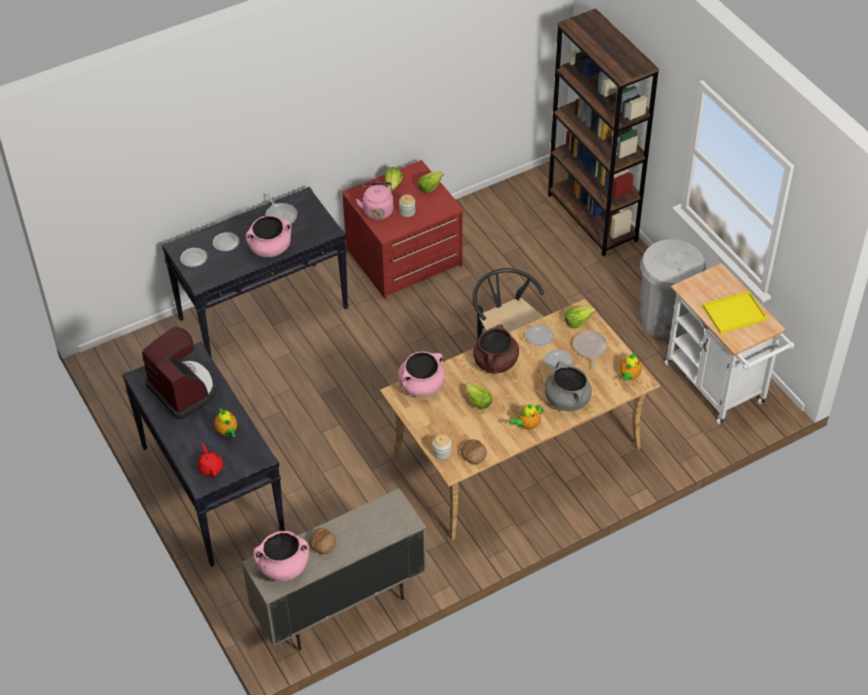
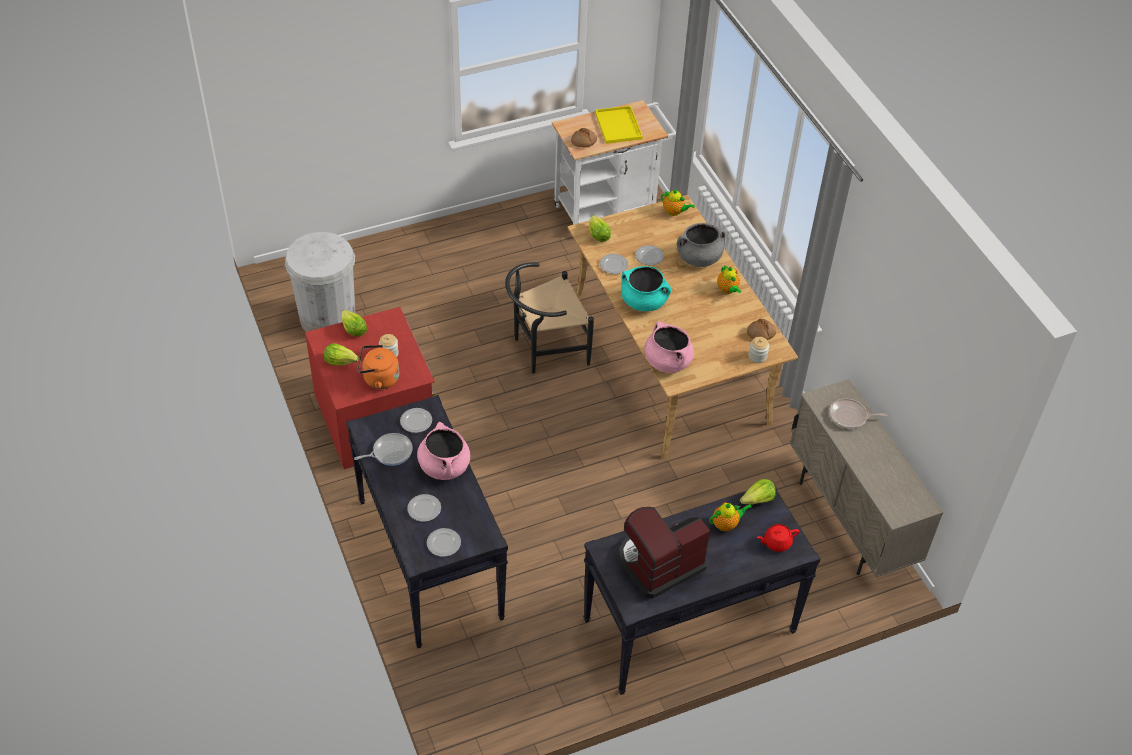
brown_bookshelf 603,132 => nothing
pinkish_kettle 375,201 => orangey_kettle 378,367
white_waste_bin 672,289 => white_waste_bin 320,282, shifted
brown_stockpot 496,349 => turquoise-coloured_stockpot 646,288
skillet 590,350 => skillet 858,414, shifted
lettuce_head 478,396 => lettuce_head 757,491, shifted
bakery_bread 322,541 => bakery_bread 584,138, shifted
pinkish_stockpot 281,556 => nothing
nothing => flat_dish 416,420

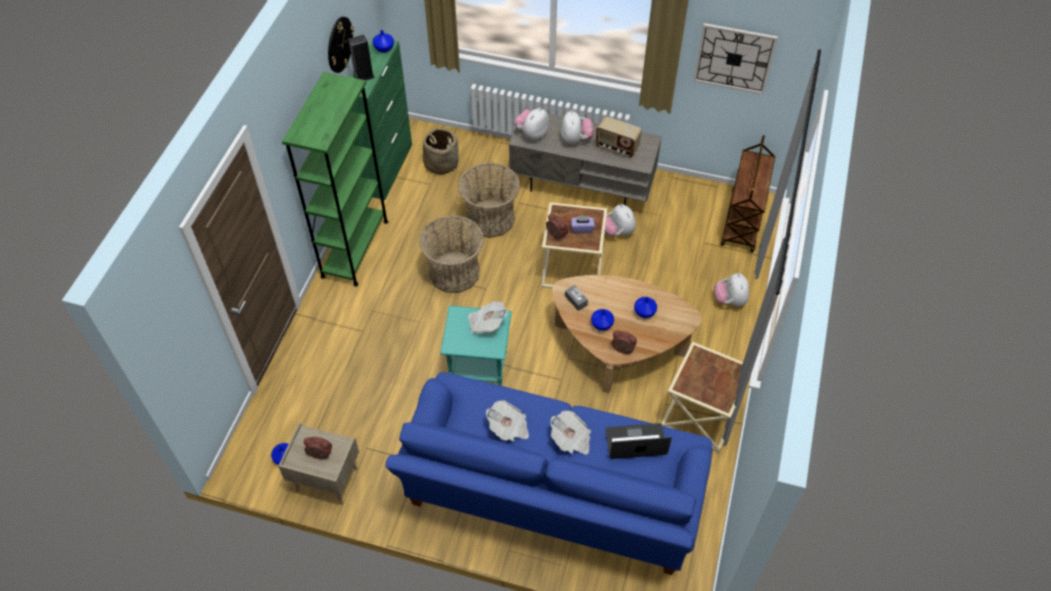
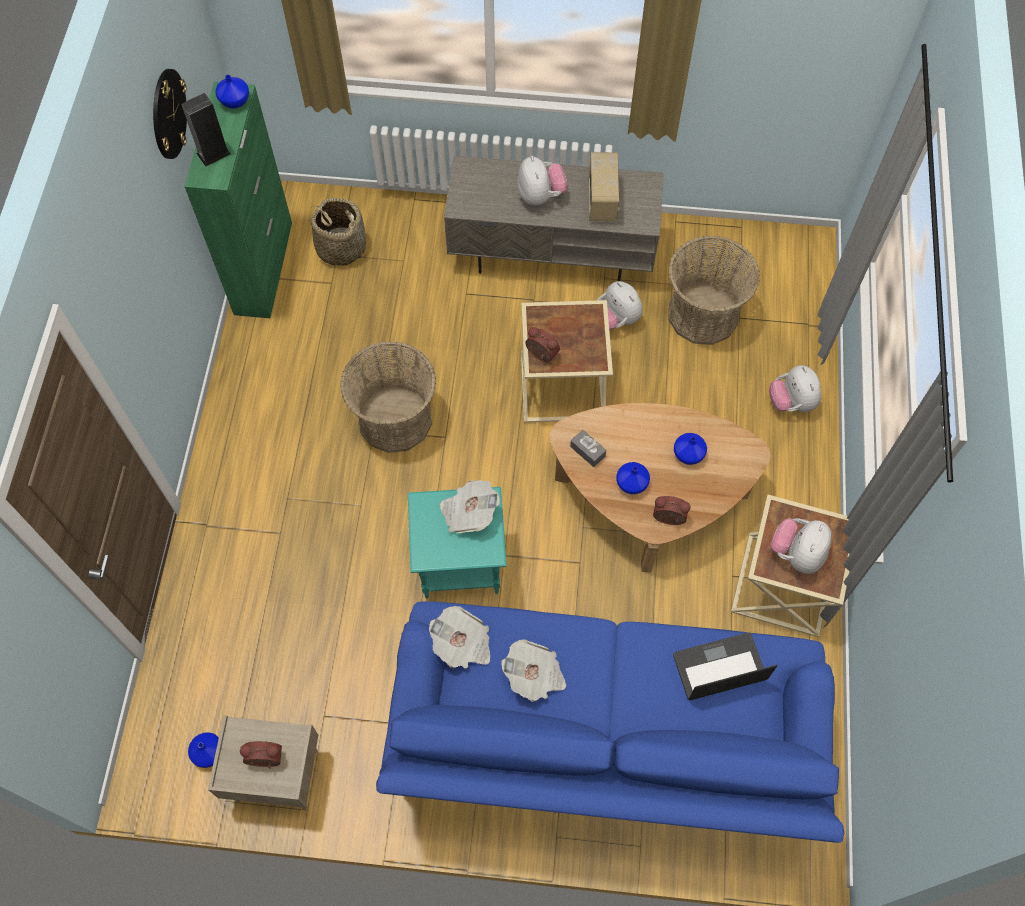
clock_on_the_wall 736,58 => nothing
greenish_bookshelf 335,179 => nothing
soft_toy 531,124 => soft_toy 801,546, shifted
radio 619,137 => radio 604,186, 105 degrees counterclockwise
brown_trolley 748,193 => nothing
storage_basket 489,200 => storage_basket 714,290, shifted
purple-coloured_tissue_holder 583,224 => nothing
printed_paper 570,432 => printed_paper 459,637, shifted

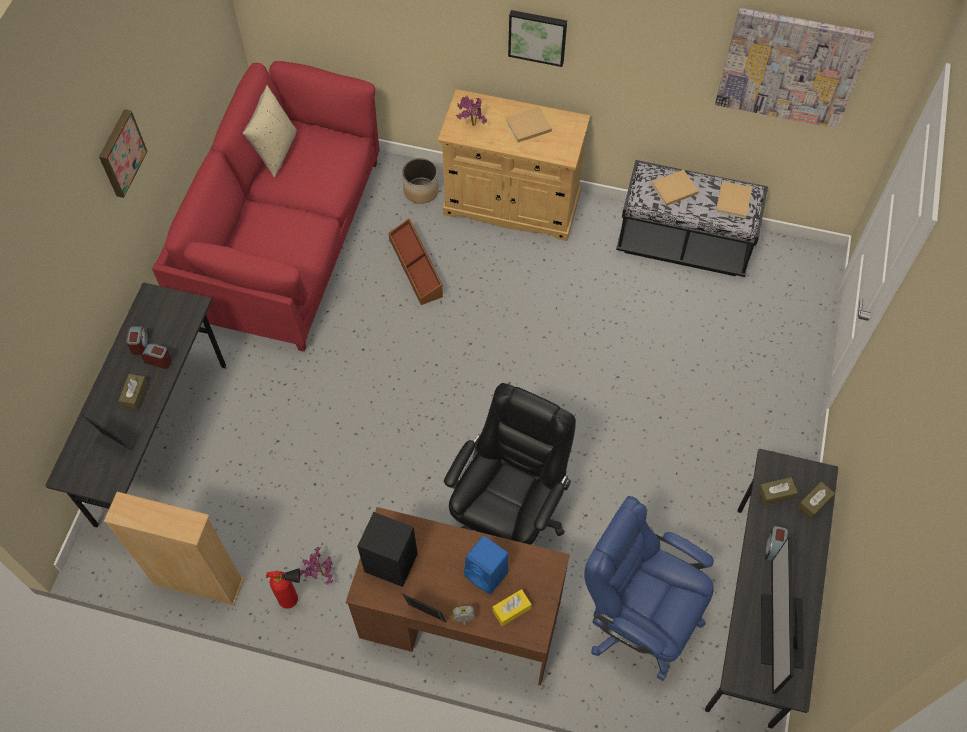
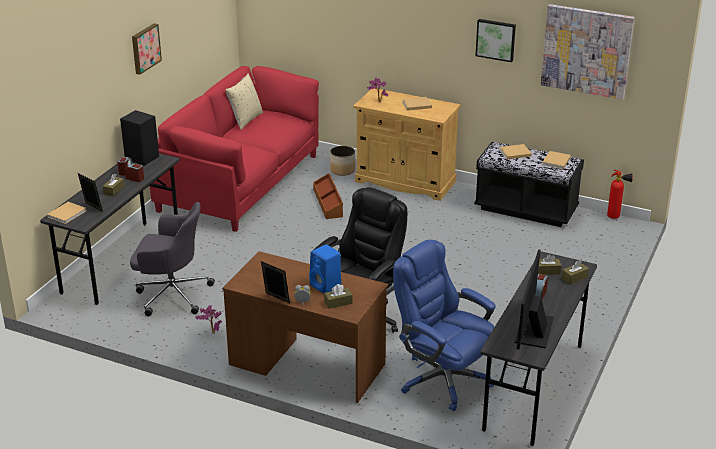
picture 537,38 => picture 495,40, shifted
beige-coloured_bookshelf 174,548 => nothing
blackish_loudspeaker 387,549 => blackish_loudspeaker 139,138, shifted
fire_extinguisher 283,588 => fire_extinguisher 620,194, shifted
yellow-coloured_tissue_holder 512,607 => brown_tissue_holder 338,296
nothing => beige-coloured_book 66,213
nothing => greyish_computer_chair 172,259

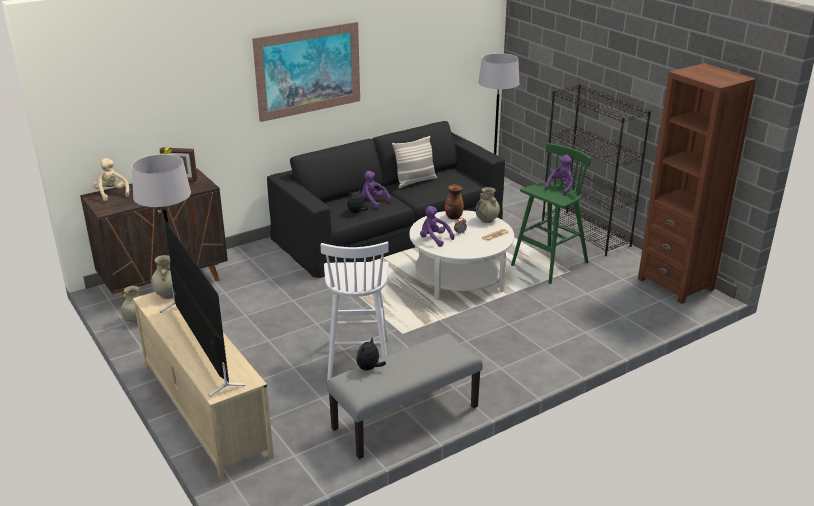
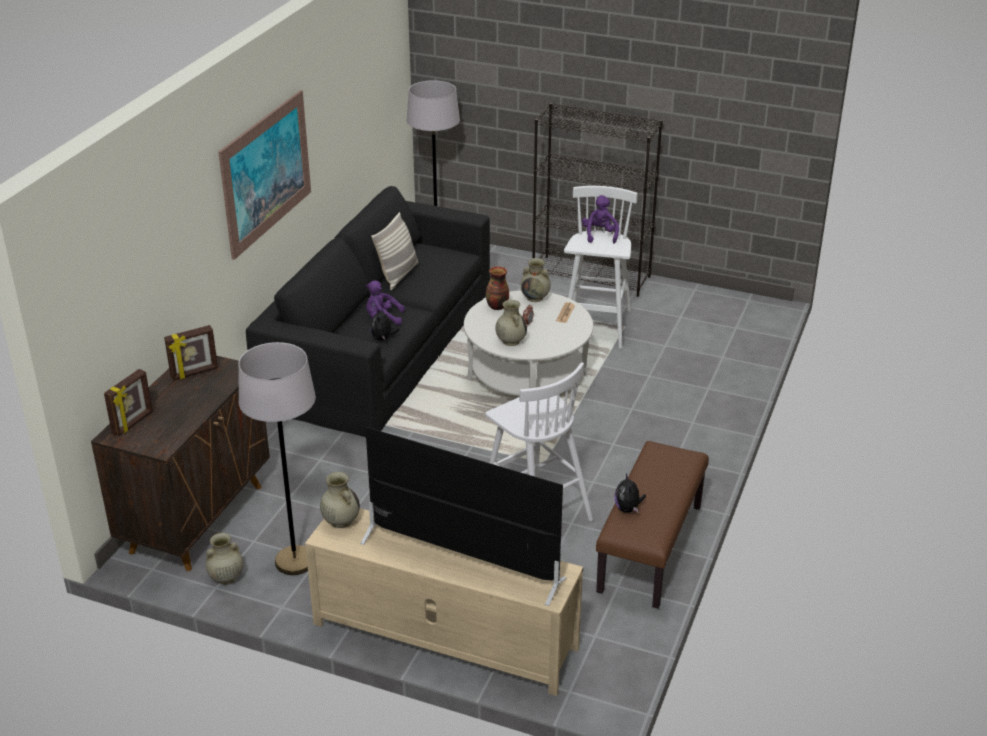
brown_bookshelf 697,183 => nothing
greenish_stool 551,213 => white_stool 601,267
beige-coloured_soft_toy 110,179 => standing_frame 128,402
purple-coloured_soft_toy 437,226 => beige-coloured_flower_vase 511,323
greyish_indoor_bench 404,396 => brown_indoor_bench 652,525

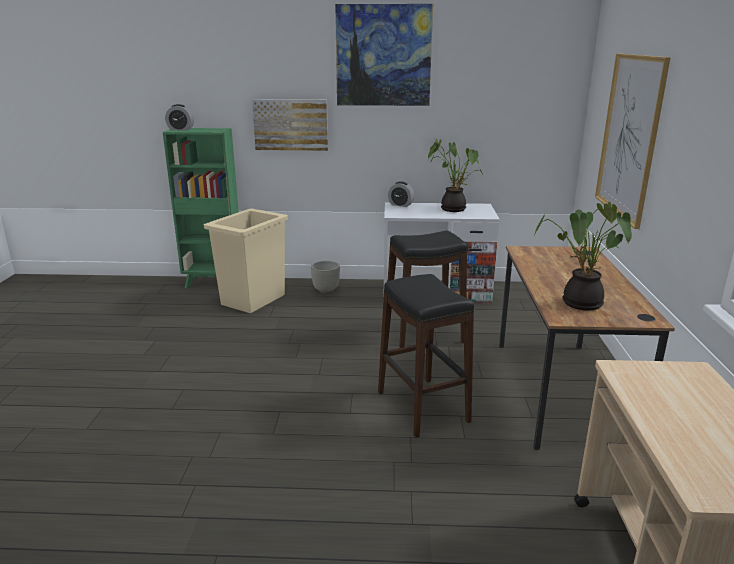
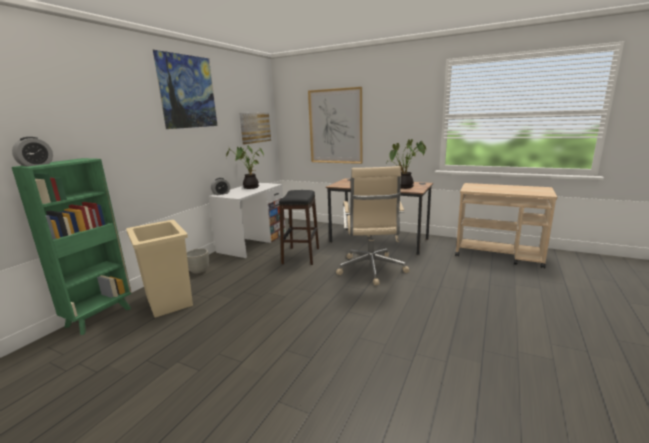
picture 290,125 => picture 255,128, shifted
blackish_stool 426,356 => beige-coloured_computer_chair 373,225

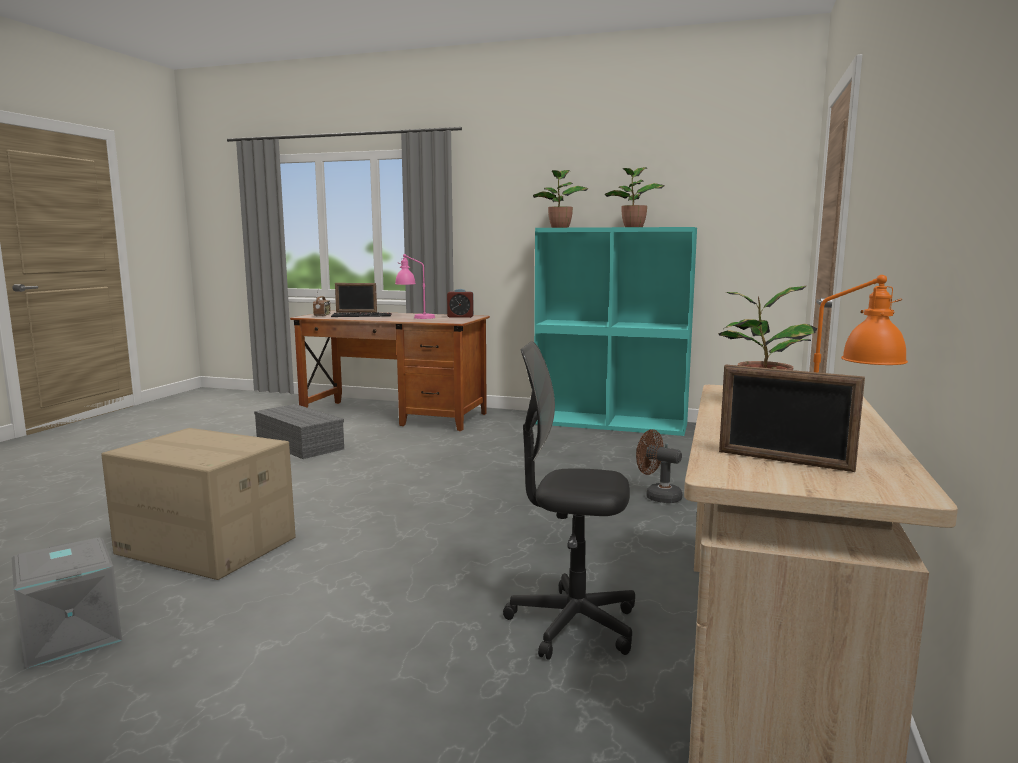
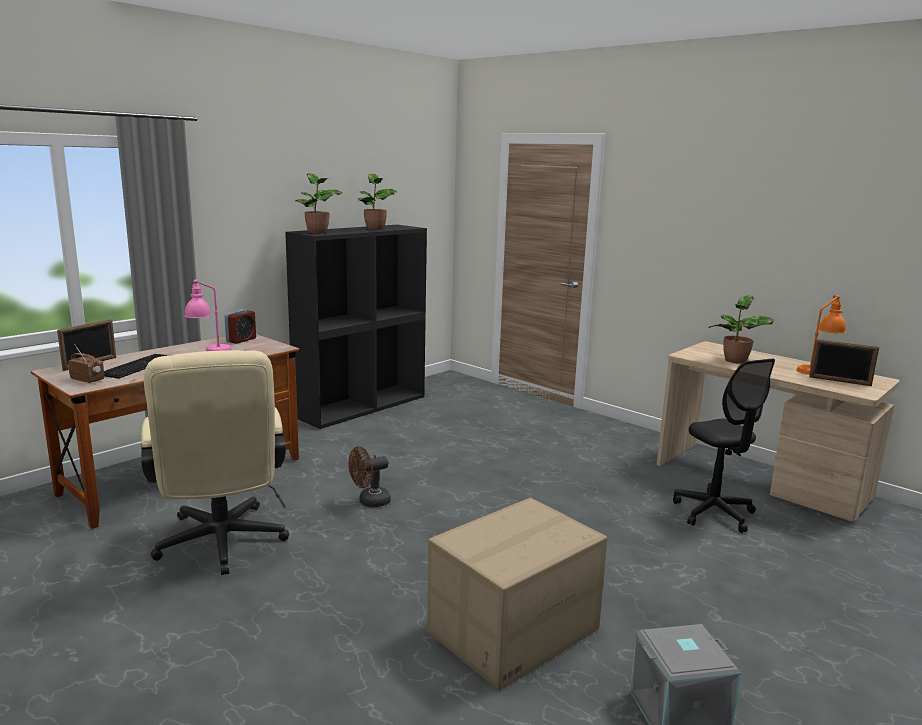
turquoise-coloured_bookshelf 615,331 => blackish_bookshelf 356,327
blackish_computer_chair 569,500 => blackish_computer_chair 724,446, 60 degrees counterclockwise
standing_frame 792,418 => standing_frame 844,362, 60 degrees clockwise
greyish_storage_container 299,431 => beige-coloured_computer_chair 215,462
brown_fan 659,466 => brown_fan 369,477, shifted

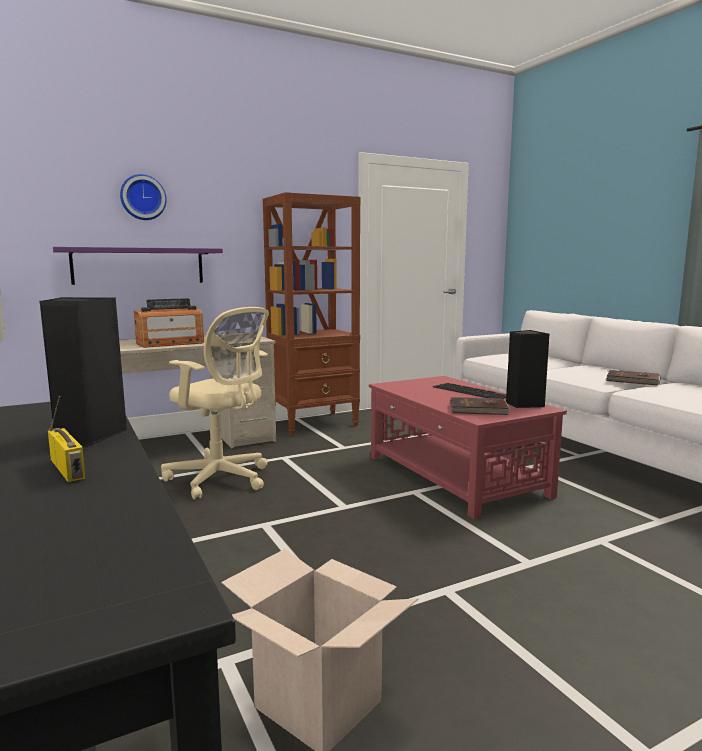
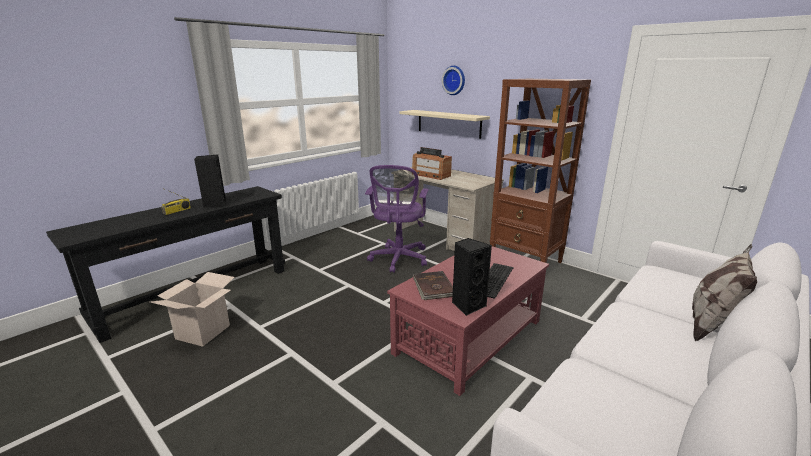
purple-coloured_bracket_shelf 138,266 => beige-coloured_bracket_shelf 444,124
beige-coloured_computer_chair 215,403 => purple-coloured_computer_chair 397,219
brown_book 633,378 => nothing
nothing => throw_pillow 724,292

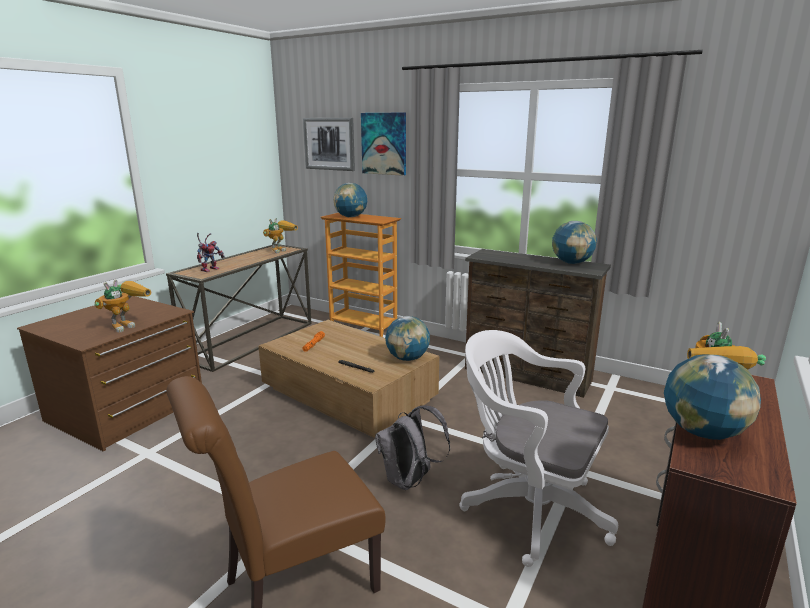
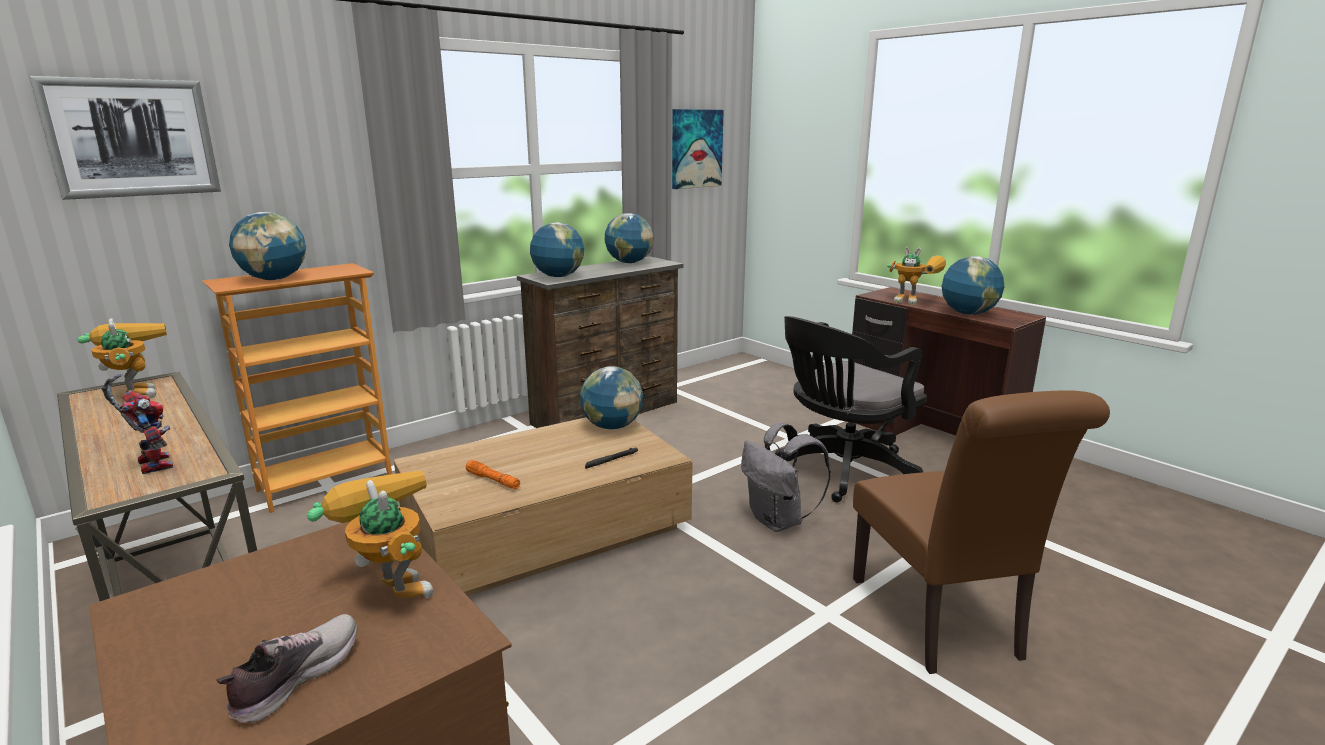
picture 383,144 => picture 698,149, shifted
white_computer_chair 538,448 => blackish_computer_chair 851,409
nothing => world_globe 557,249
nothing => shoe 287,668

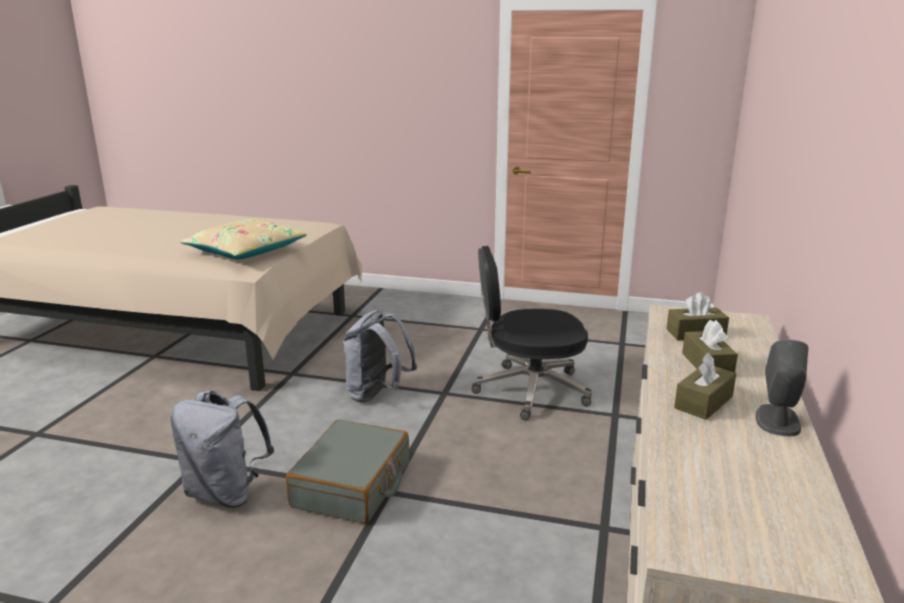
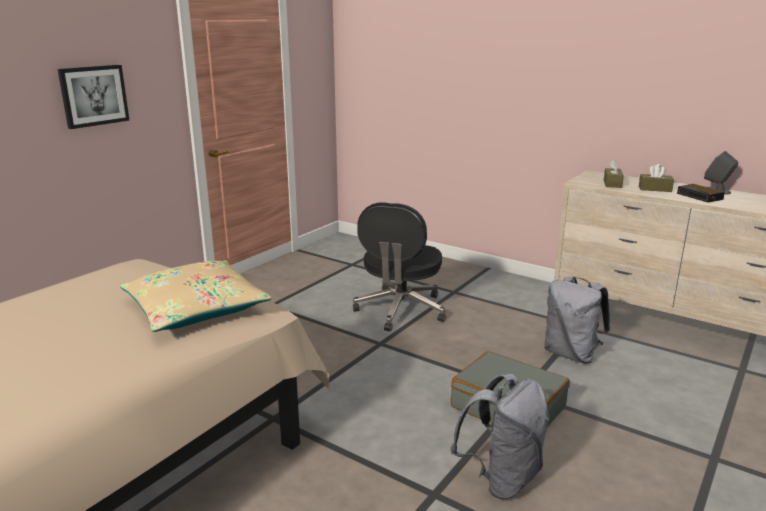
greyish_knapsack 380,356 => greyish_knapsack 577,320, shifted
brown_tissue_holder 705,386 => bedside_clock 701,193
nothing => picture 94,97

